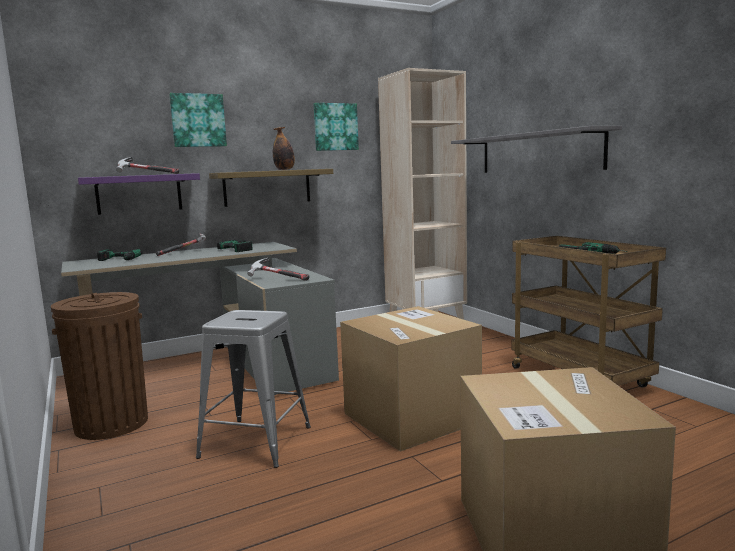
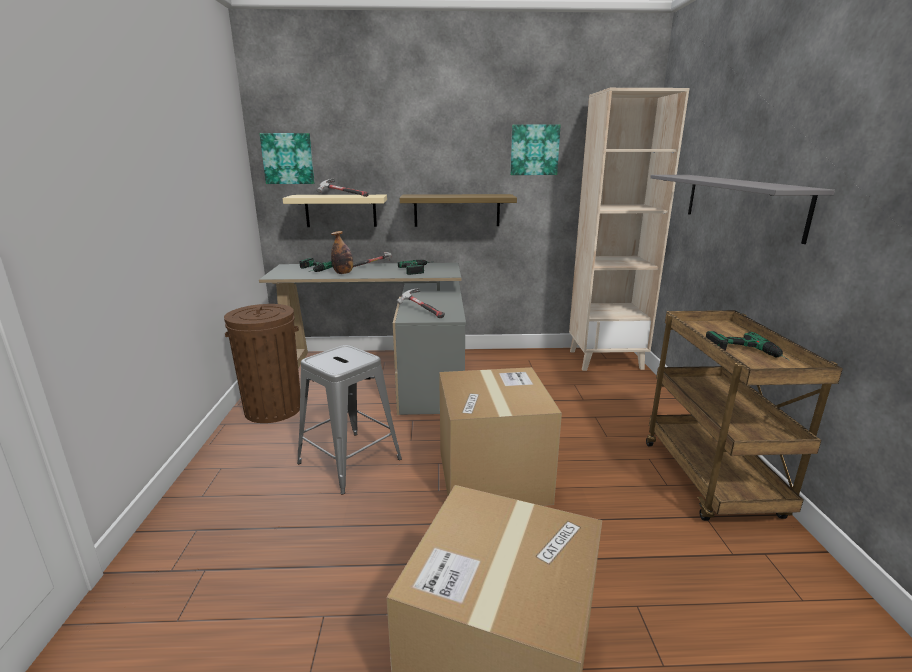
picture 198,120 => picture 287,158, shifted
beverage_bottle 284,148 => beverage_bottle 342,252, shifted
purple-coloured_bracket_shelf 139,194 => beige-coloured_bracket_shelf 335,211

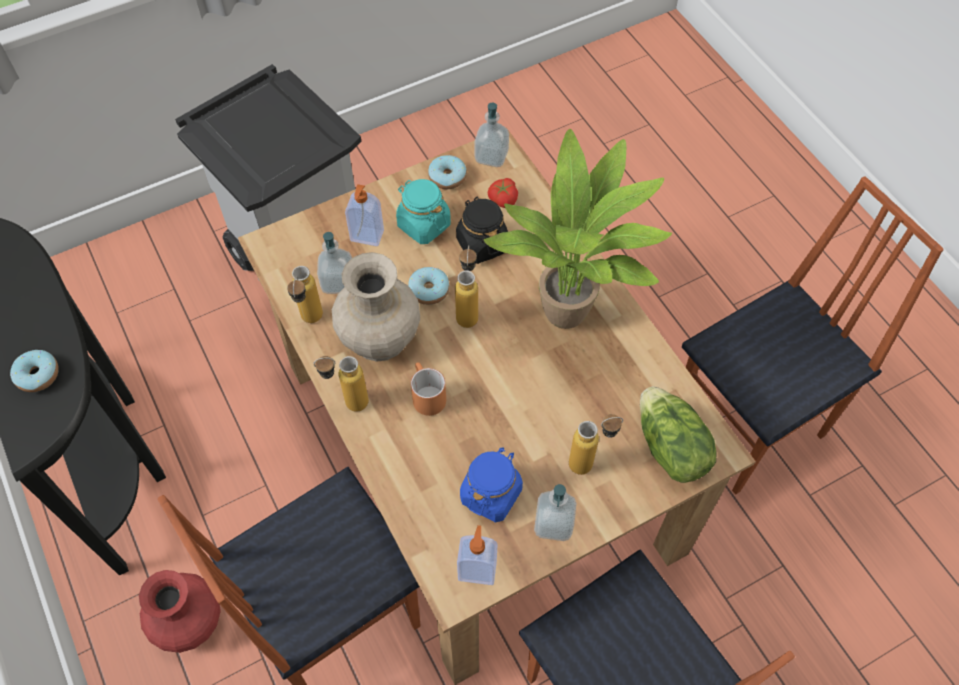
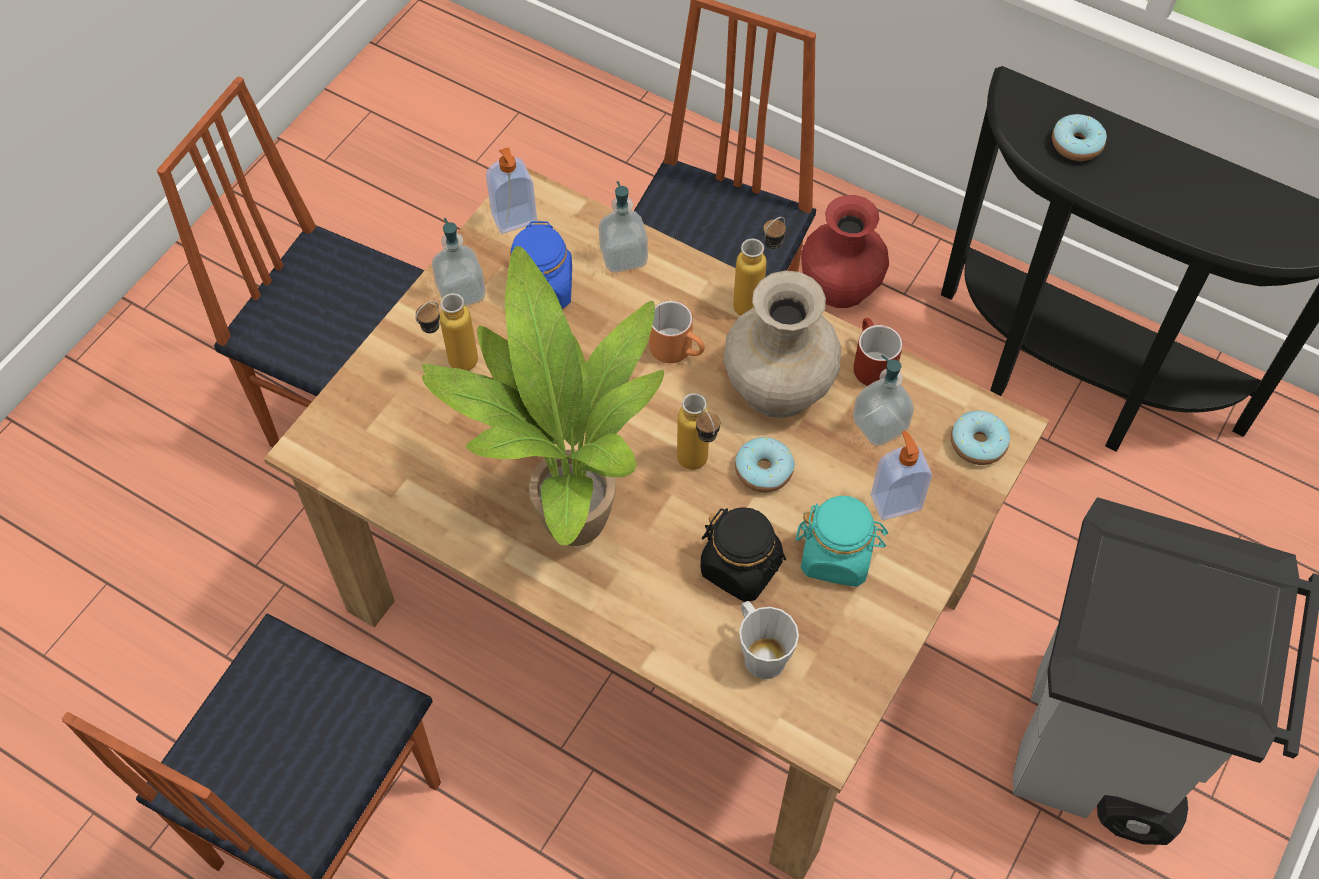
soap_bottle 492,135 => soap_bottle 623,227, shifted
ring_doughnut 447,172 => ring_doughnut 980,438, shifted
fresh_tomato 503,193 => greyish_tea_mug 769,640
beverage_bottle 305,294 => reddish_tea_mug 878,352
lettuce_head 678,434 => nothing

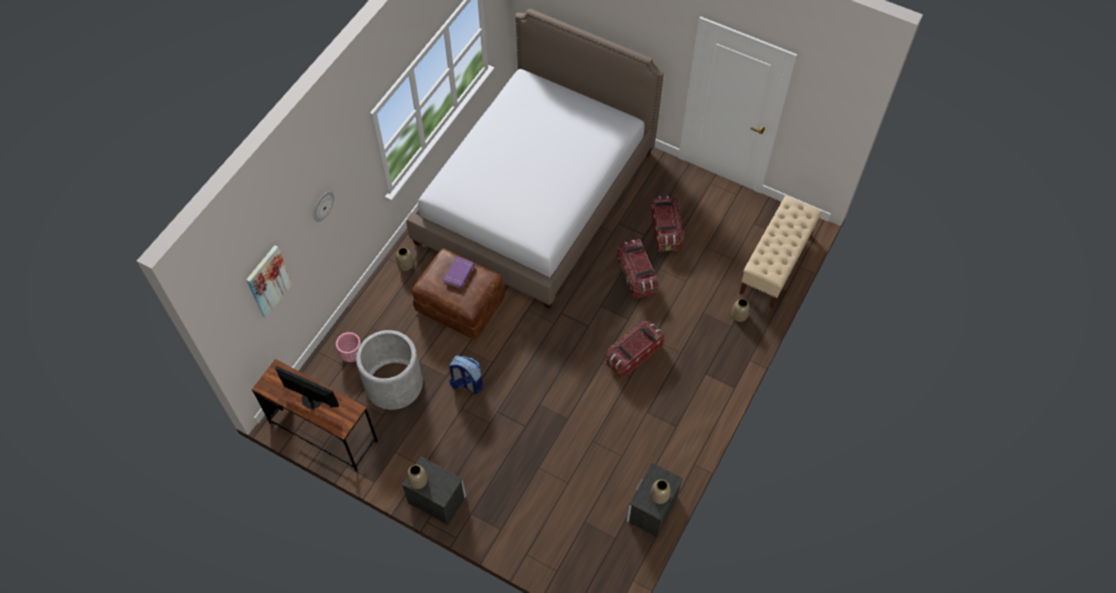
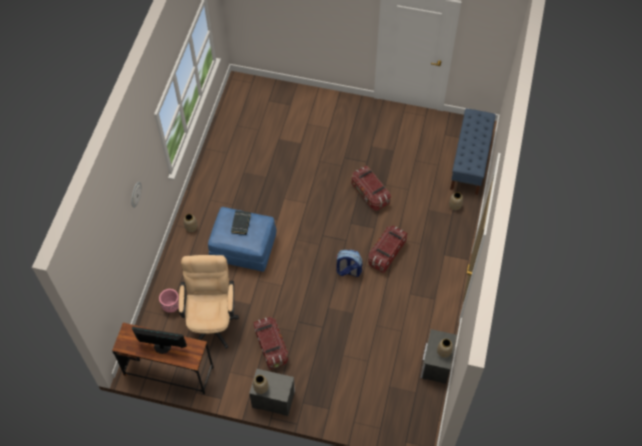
bed 535,159 => nothing
storage_container 667,223 => storage_container 270,343, shifted
beige-coloured_indoor_bench 780,252 => blue_indoor_bench 473,152
picture 269,281 => nothing
brown_footrest 458,294 => blue_footrest 242,239
purple-coloured_book 458,272 => blackish_book 241,222
greyish_flower_pot 389,370 => beige-coloured_computer_chair 209,302
knapsack 466,375 => knapsack 349,263, shifted

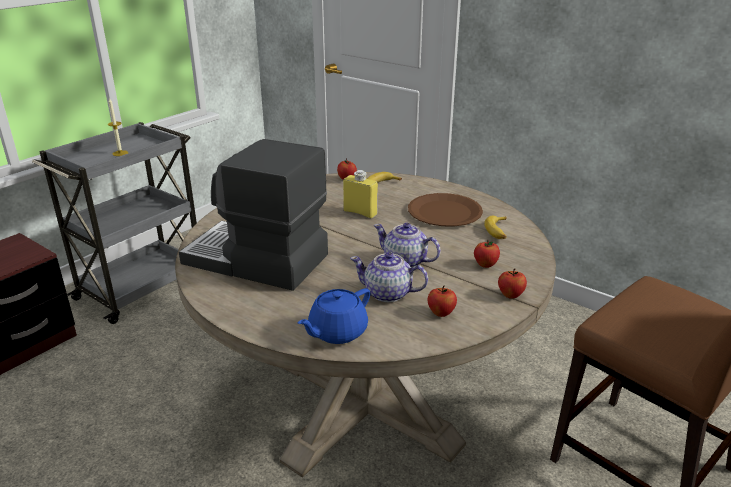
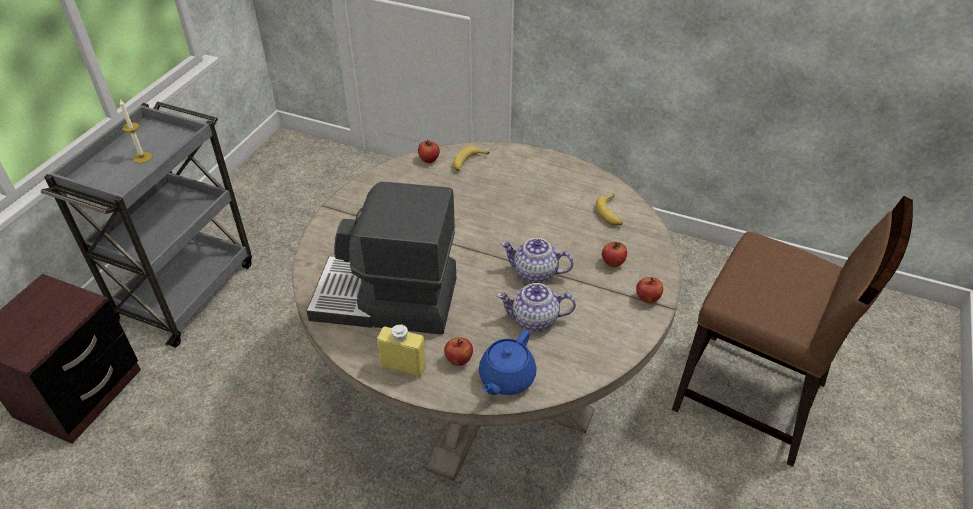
yellow-coloured_beverage_bottle 360,194 => yellow-coloured_beverage_bottle 401,351, shifted
brown_flat_dish 445,210 => nothing
apple_fruit 442,301 => apple_fruit 458,351, shifted

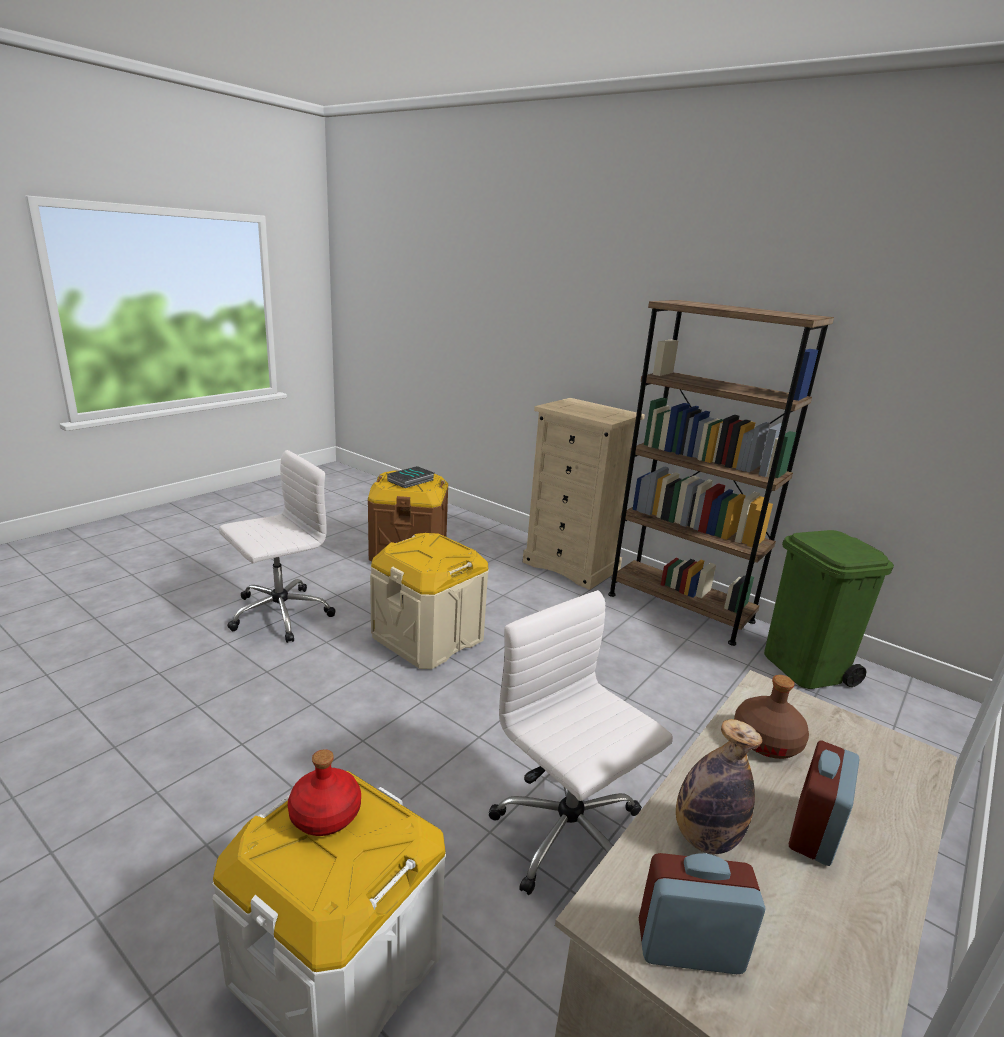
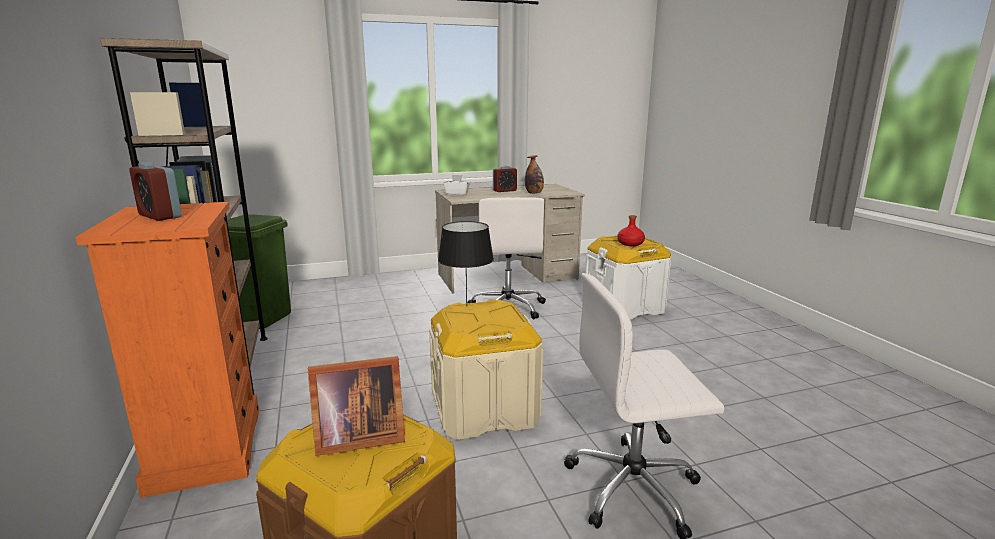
beige-coloured_chest_of_drawers 584,494 => orangey_chest_of_drawers 167,350
book 410,477 => standing_frame 356,406
brown_beverage_bottle 771,717 => nothing
bedside_clock 702,913 => bedside_clock 155,191, shifted
nothing => white_tissue_holder 456,185
nothing => blackish_tabletop_lamp 466,263

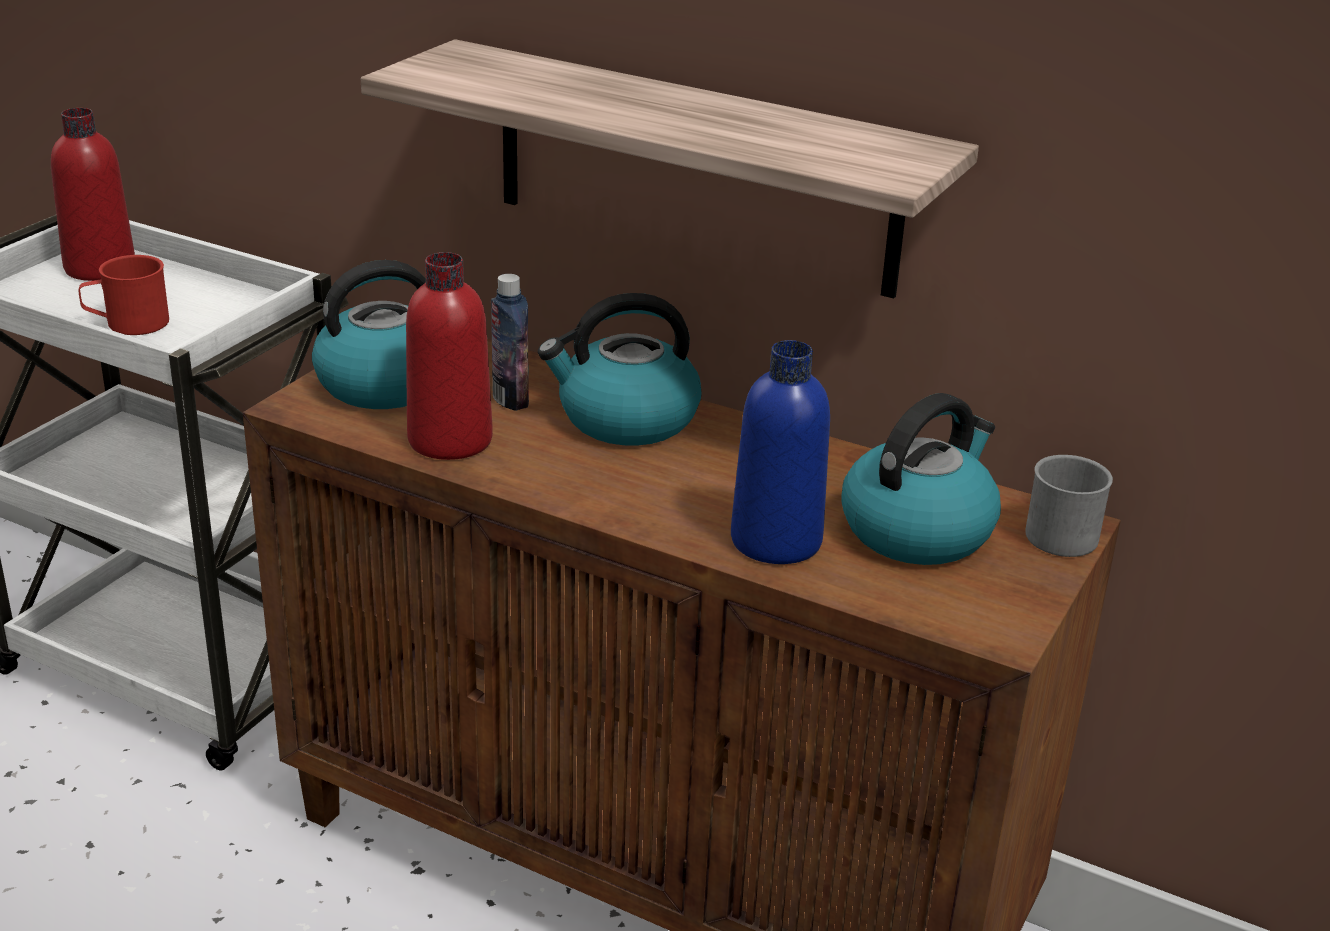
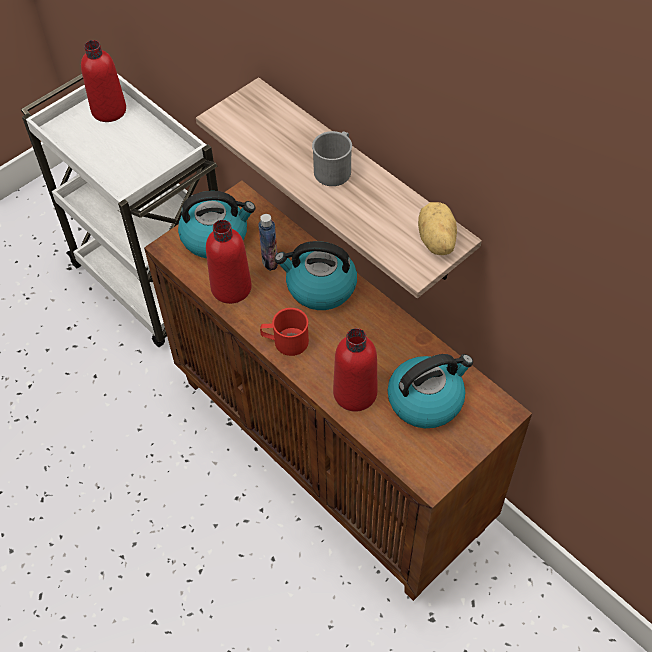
reddish_tea_mug 124,295 => reddish_tea_mug 284,332, shifted
blue_beverage_bottle 780,452 => reddish_beverage_bottle 355,370
greyish_tea_mug 1069,506 => greyish_tea_mug 332,158, shifted
nothing => potato 437,228

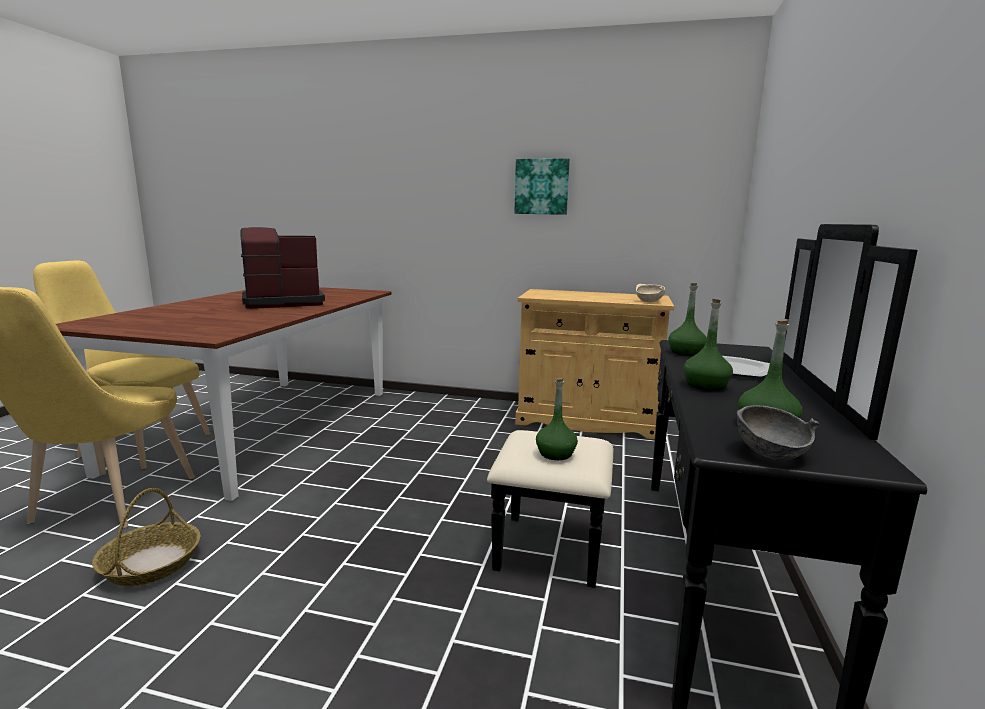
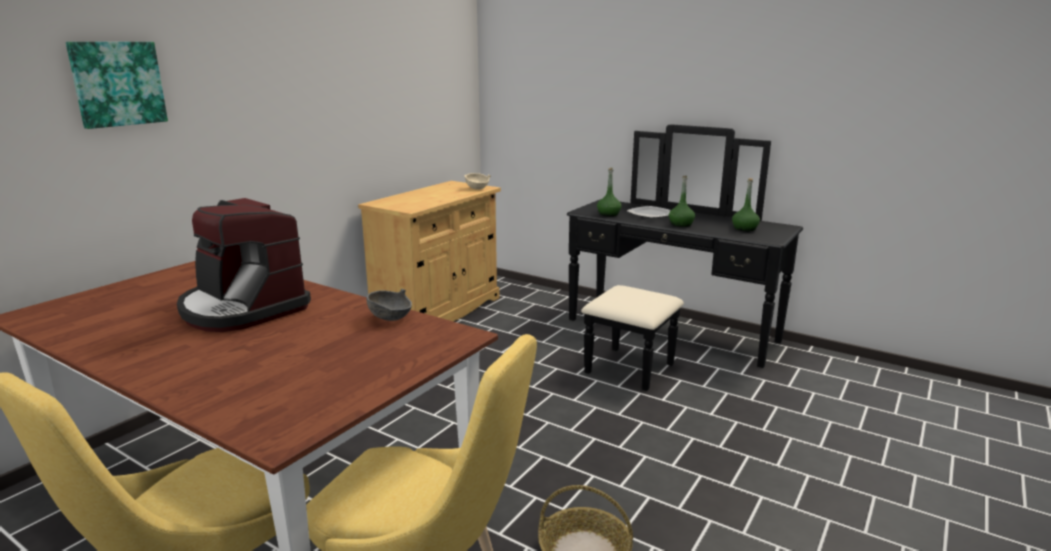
picture 542,186 => picture 117,85, shifted
coffee_maker 282,268 => coffee_maker 244,265, 45 degrees counterclockwise
greenish_beverage_bottle 557,419 => nothing
greyish_deep_dish 778,432 => greyish_deep_dish 389,304, shifted

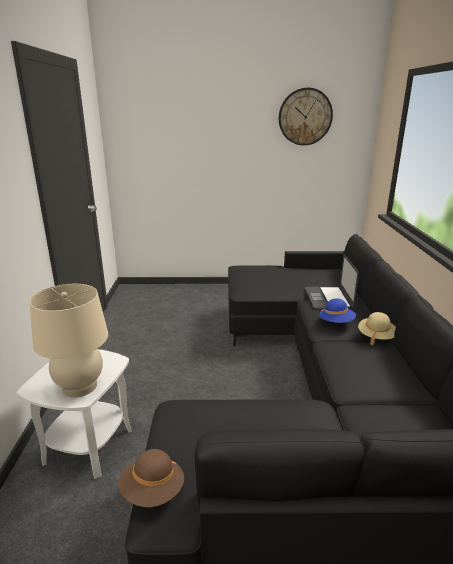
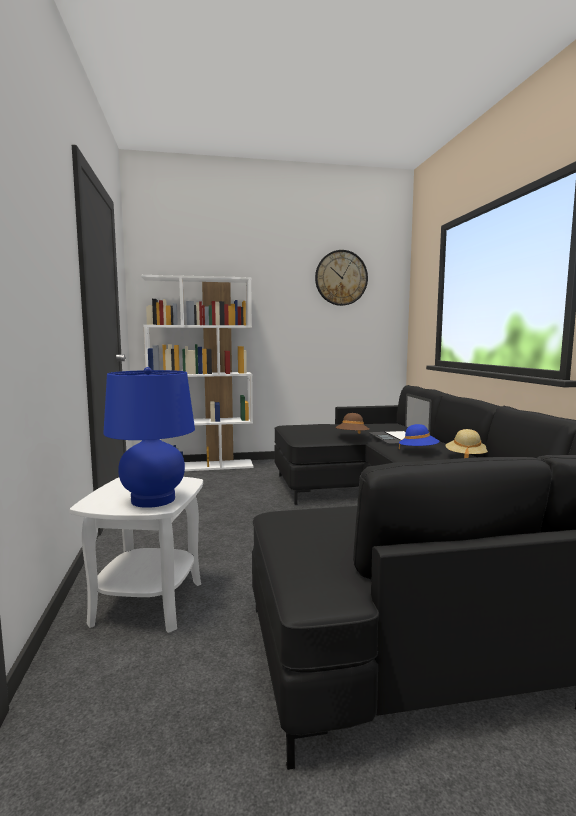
beige-coloured_tabletop_lamp 69,341 => blue_tabletop_lamp 149,437
brown_clothing_hat 151,478 => brown_clothing_hat 352,423, shifted
nothing => white_bookshelf 197,373

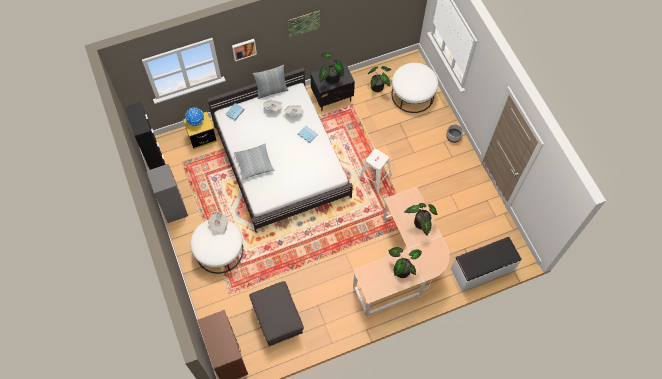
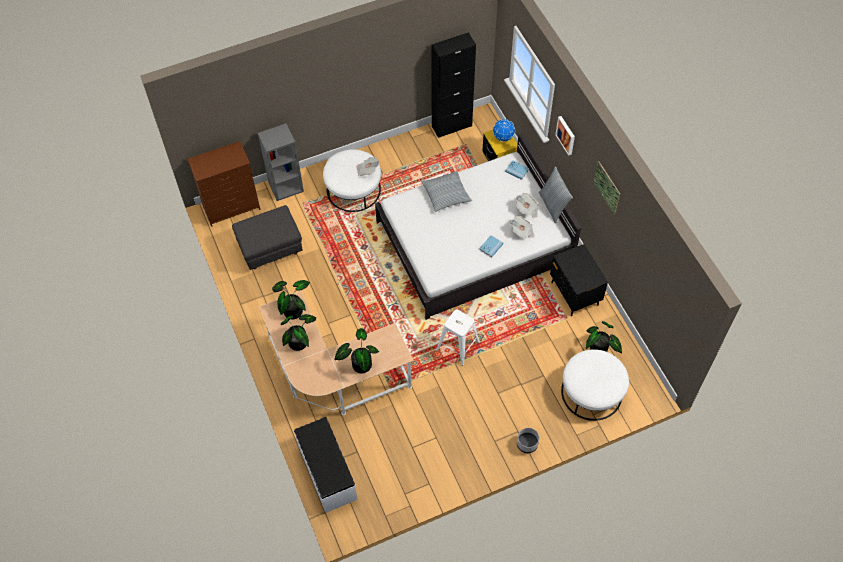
plant_in_a_pot 331,68 => plant_in_a_pot 291,299, shifted
greyish_bookshelf 167,193 => greyish_bookshelf 281,162, shifted

